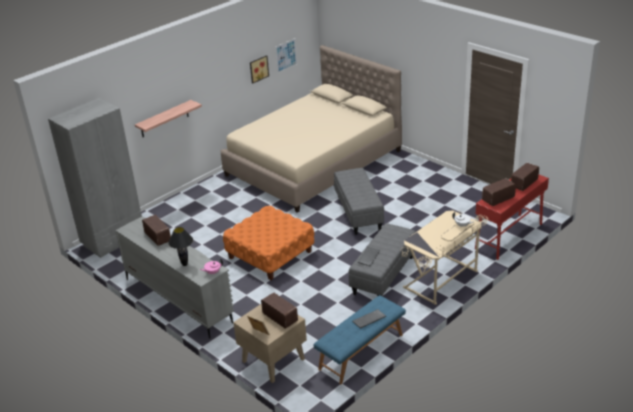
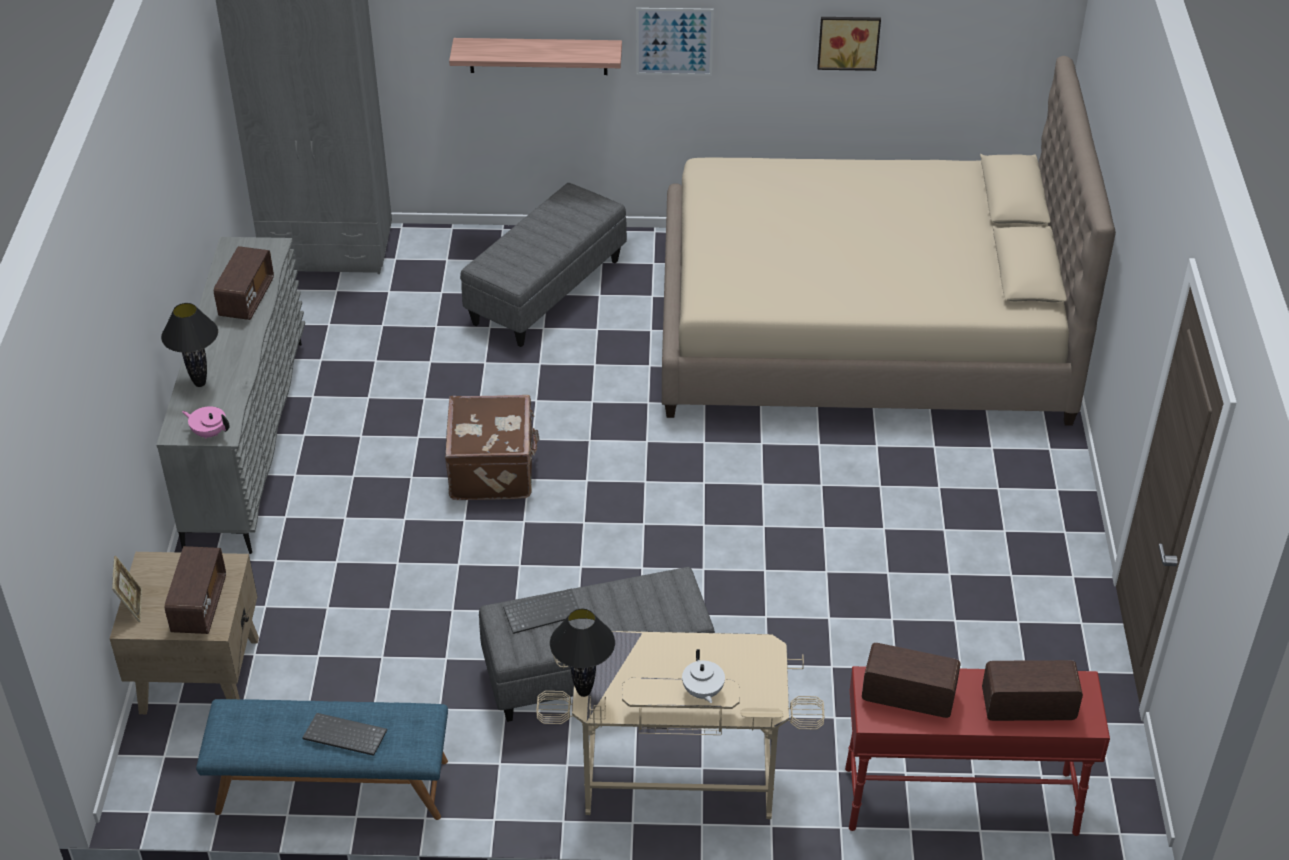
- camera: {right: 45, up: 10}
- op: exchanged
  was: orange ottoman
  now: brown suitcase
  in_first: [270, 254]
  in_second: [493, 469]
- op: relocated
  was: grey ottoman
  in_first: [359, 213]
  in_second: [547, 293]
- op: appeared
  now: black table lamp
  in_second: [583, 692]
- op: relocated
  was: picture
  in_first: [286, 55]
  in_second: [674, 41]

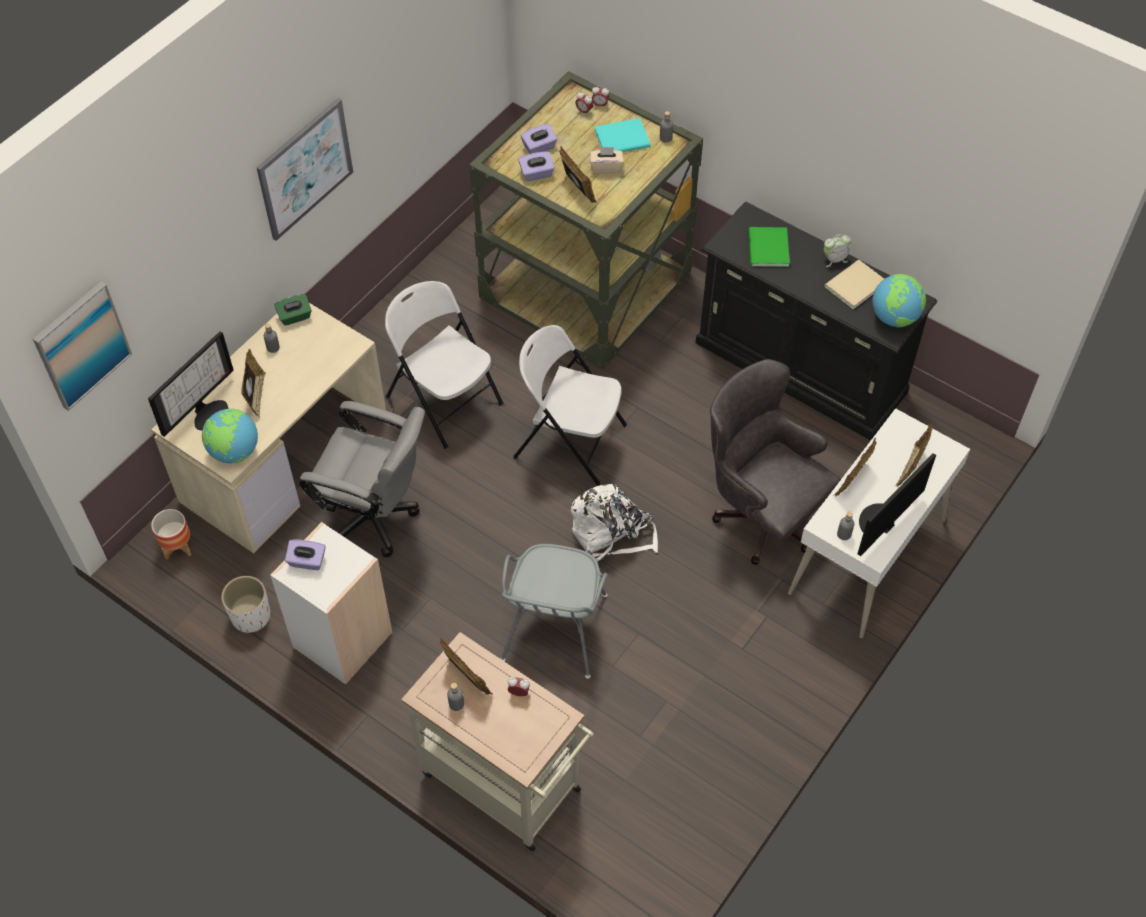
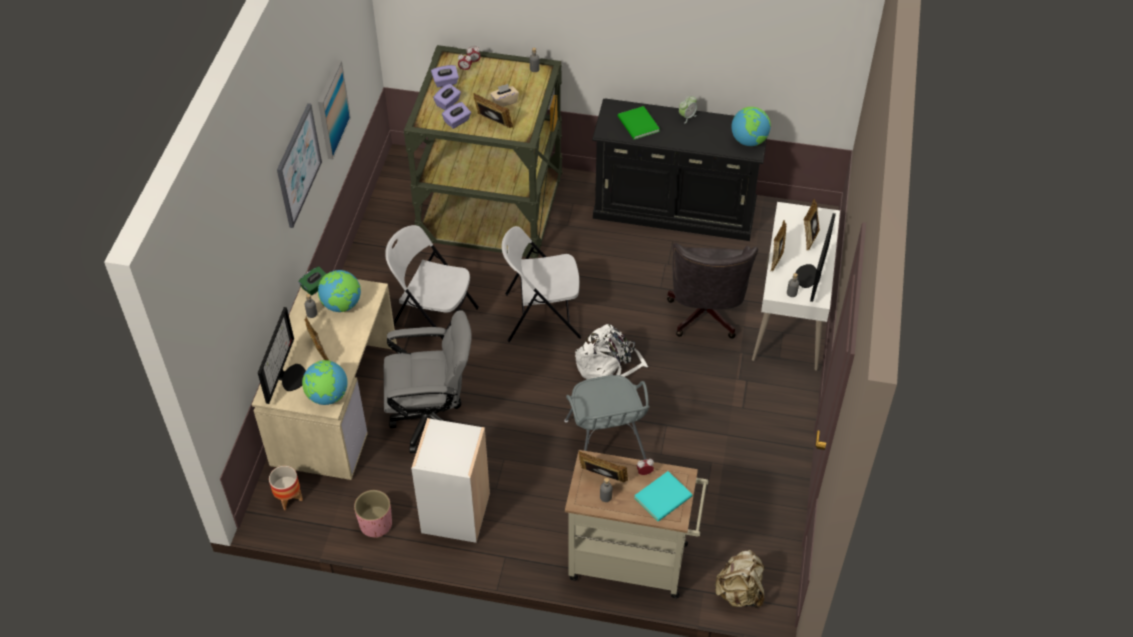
- camera: {right: -25, up: -5}
- op: relocated
  was: picture
  in_first: [81, 345]
  in_second: [332, 109]
- op: appeared
  now: globe
  in_second: [342, 305]
- op: colour
  was: white planter
  now: pink planter
  in_first: [251, 616]
  in_second: [376, 524]
- op: relocated
  was: purple tissue box
  in_first: [307, 561]
  in_second: [445, 82]
- op: relocated
  was: turquoise book
  in_first: [624, 139]
  in_second: [665, 497]
- op: spun
  was: grey office chair
  in_first: [761, 517]
  in_second: [705, 317]
  clockwise: -105
- op: appeared
  now: beige backpack
  in_second: [739, 592]
- op: missing
  was: beige book
  in_first: [853, 285]

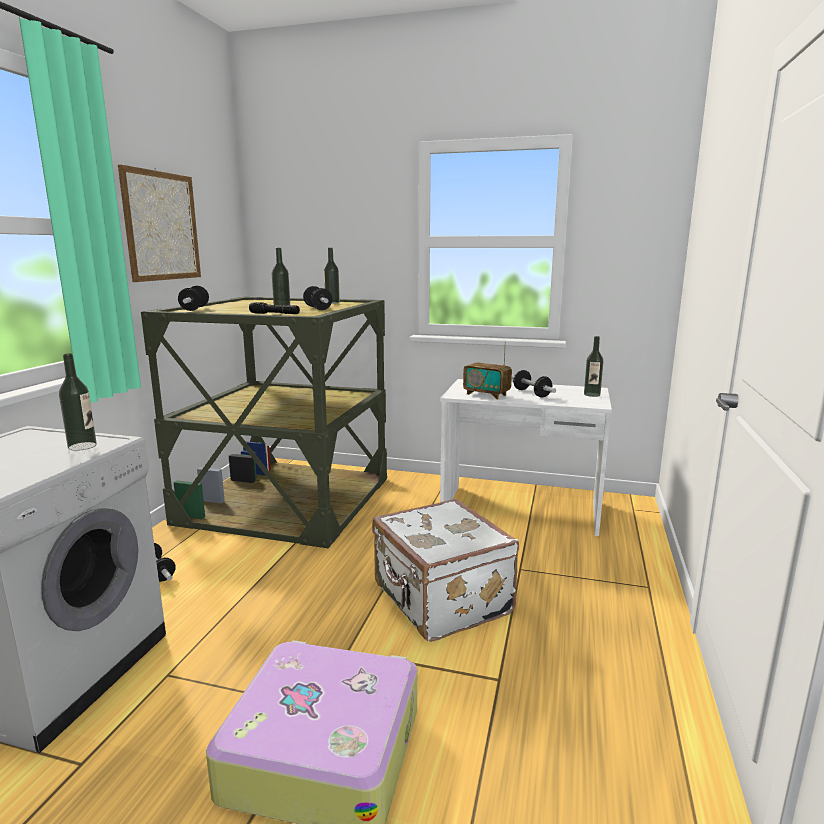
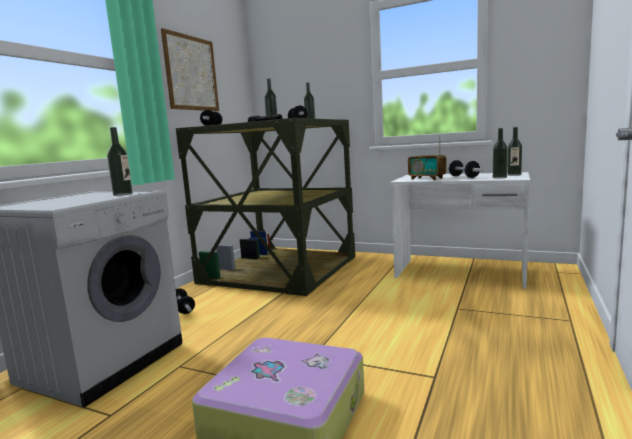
- camera: {right: 10, up: -5}
- op: appeared
  now: bottle
  in_second: [499, 177]
- op: missing
  was: white suitcase
  in_first: [440, 600]

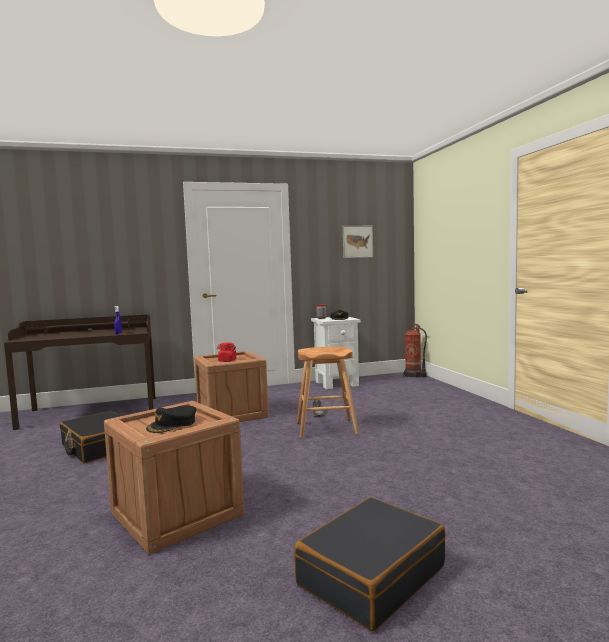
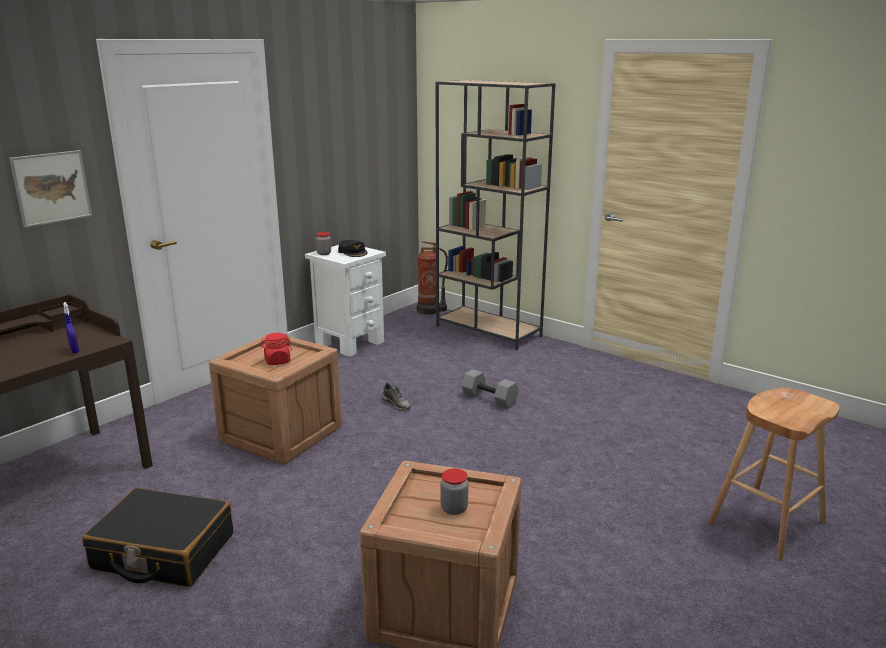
- camera: {right: -35, up: 15}
- op: relocated
  was: picture
  in_first: [357, 241]
  in_second: [51, 188]
- op: appeared
  now: bookcase
  in_second: [489, 331]
- op: exchanged
  was: black cap
  now: jar
  in_first: [172, 424]
  in_second: [454, 509]
- op: appeared
  now: grey dumbbell
  in_second: [490, 399]
- op: relocated
  was: brown stool
  in_first: [326, 429]
  in_second: [766, 523]
- op: missing
  was: black suitcase
  in_first: [371, 575]

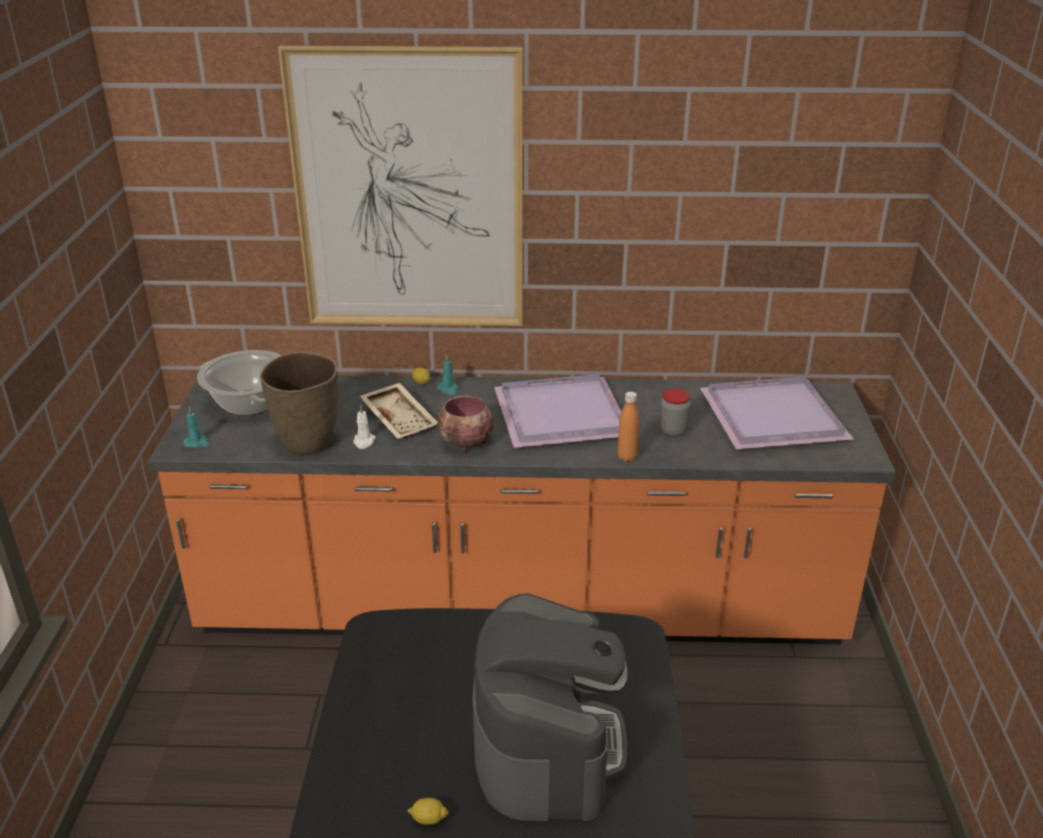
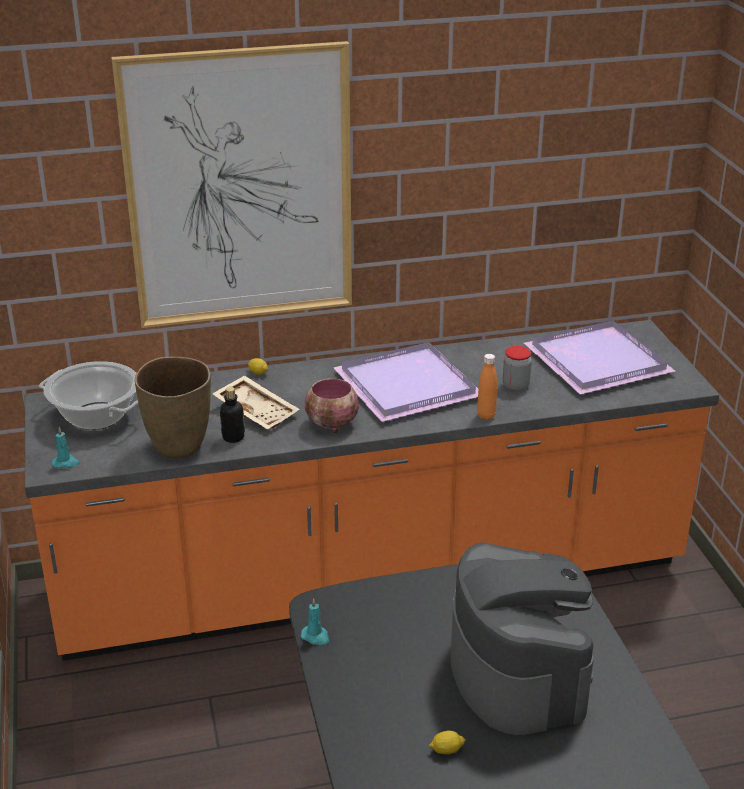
- camera: {right: -15, up: 0}
- op: exchanged
  was: white candle
  now: bottle
  in_first: [364, 442]
  in_second: [233, 437]
- op: relocated
  was: turquoise candle
  in_first: [448, 389]
  in_second: [316, 636]

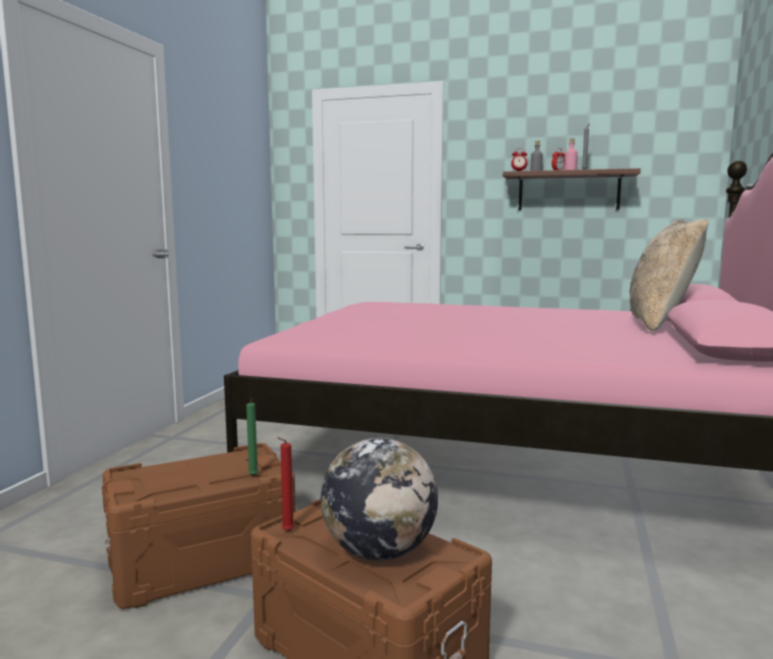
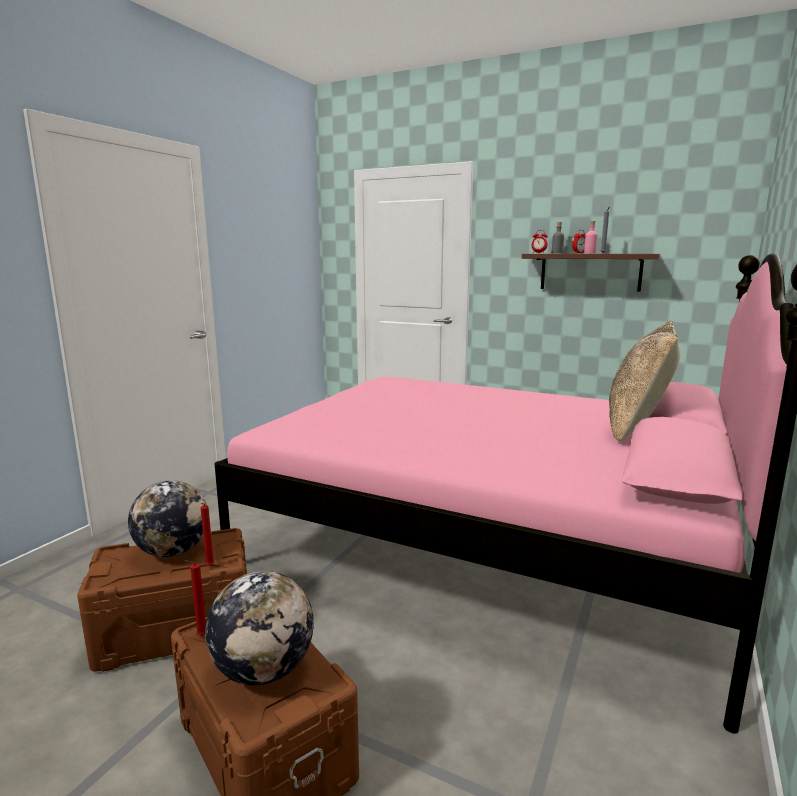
- camera: {right: 10, up: 5}
- op: appeared
  now: globe
  in_second: [173, 551]
- op: colour
  was: green candle
  now: red candle
  in_first: [253, 476]
  in_second: [209, 567]

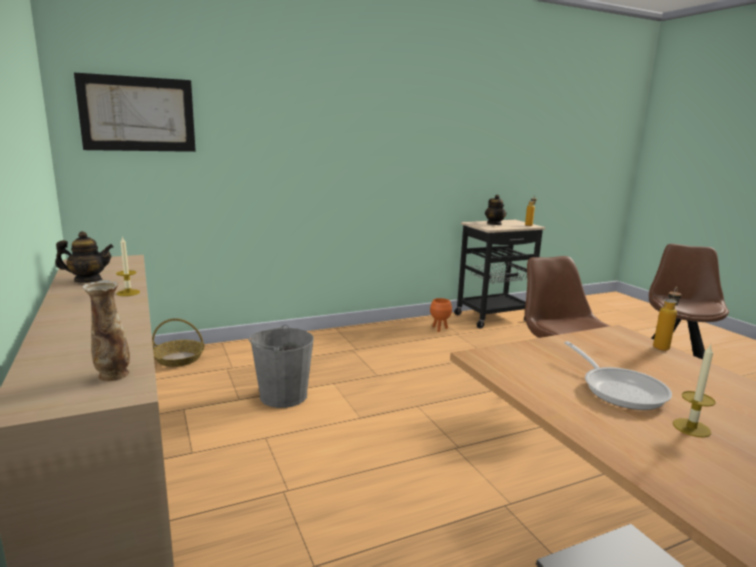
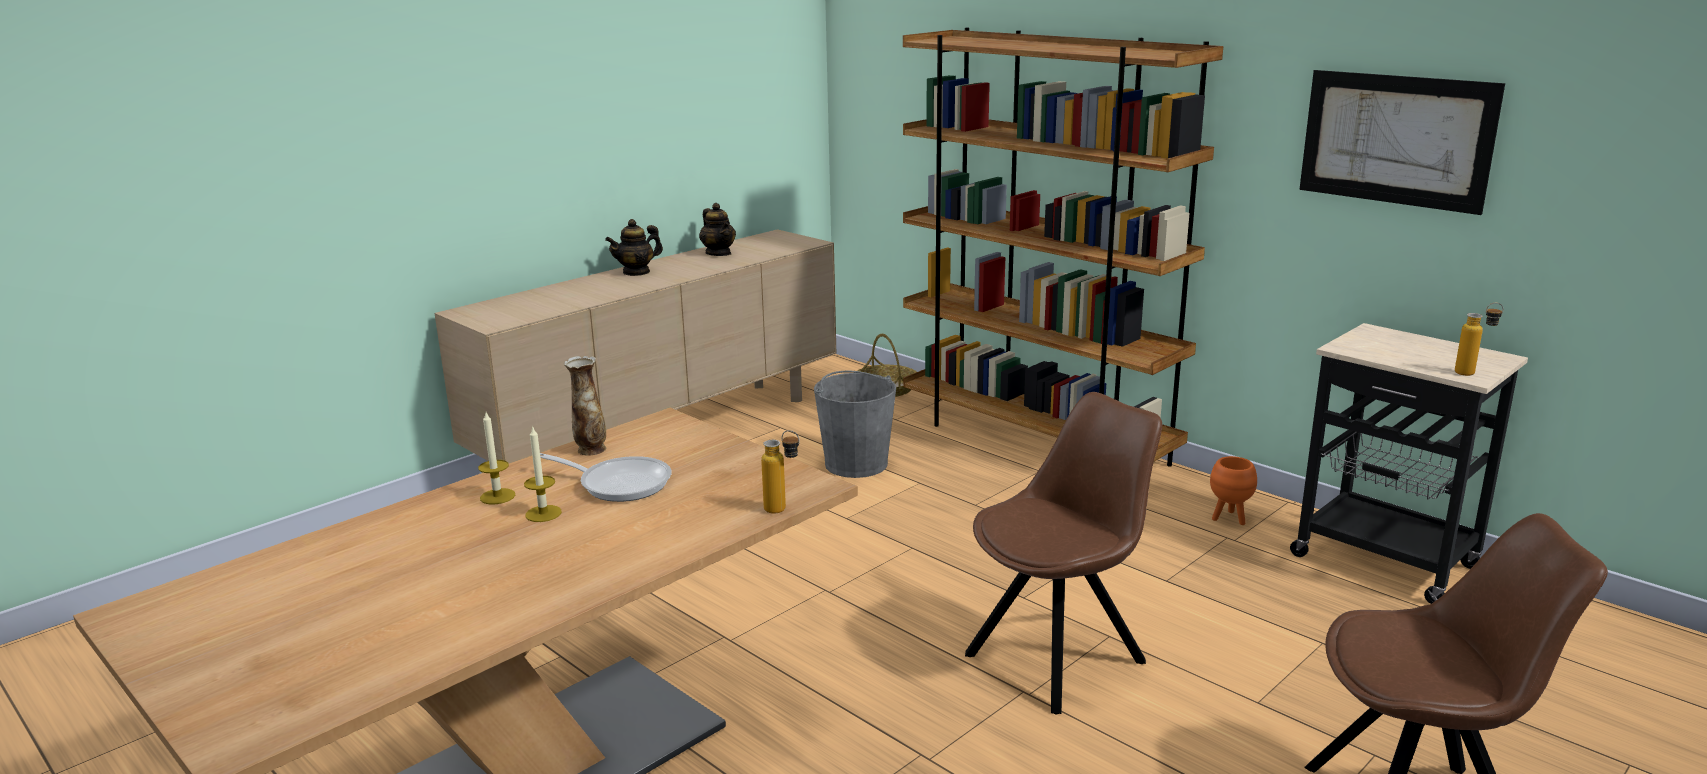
- camera: {right: 70, up: 5}
- op: relocated
  was: candle
  in_first: [128, 293]
  in_second: [497, 496]
- op: spun
  was: frying pan
  in_first: [619, 389]
  in_second: [618, 483]
  clockwise: -120
- op: relocated
  was: vase
  in_first: [113, 375]
  in_second: [590, 450]
- op: relocated
  was: teapot
  in_first: [494, 224]
  in_second: [636, 272]
- op: appeared
  now: brown bookcase
  in_second: [1036, 440]
- op: relocated
  was: picture
  in_first: [138, 114]
  in_second: [1396, 139]

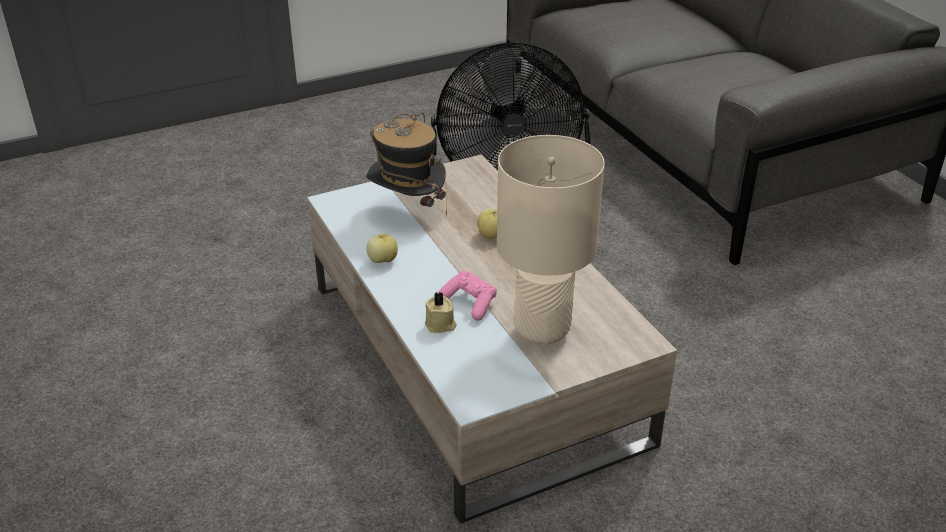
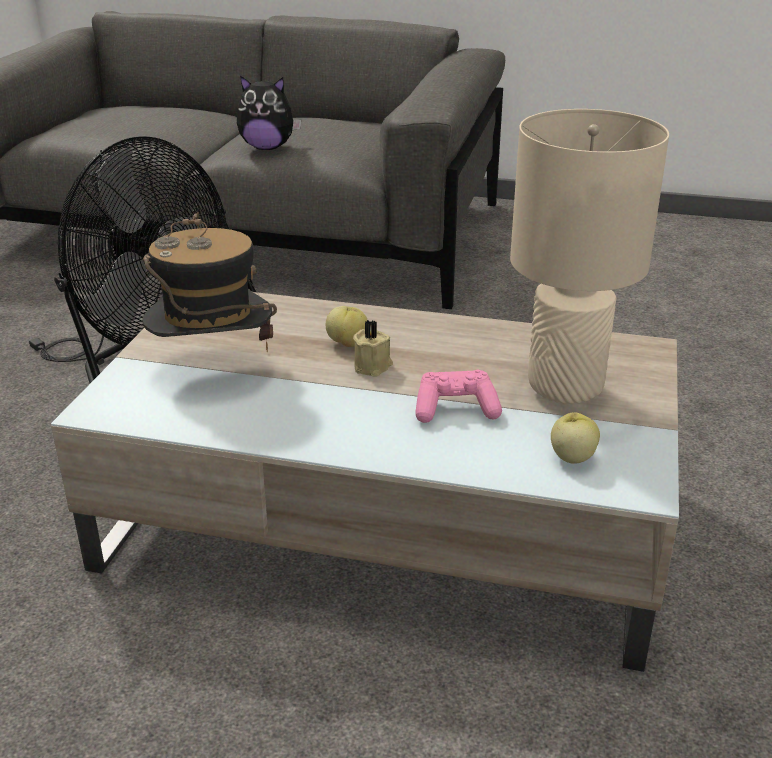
- camera: {right: -50, up: -5}
- op: appeared
  now: plush toy
  in_second: [267, 148]
- op: relocated
  was: beige candle
  in_first: [440, 325]
  in_second: [373, 366]
- op: relocated
  was: apple
  in_first: [382, 260]
  in_second: [572, 457]

